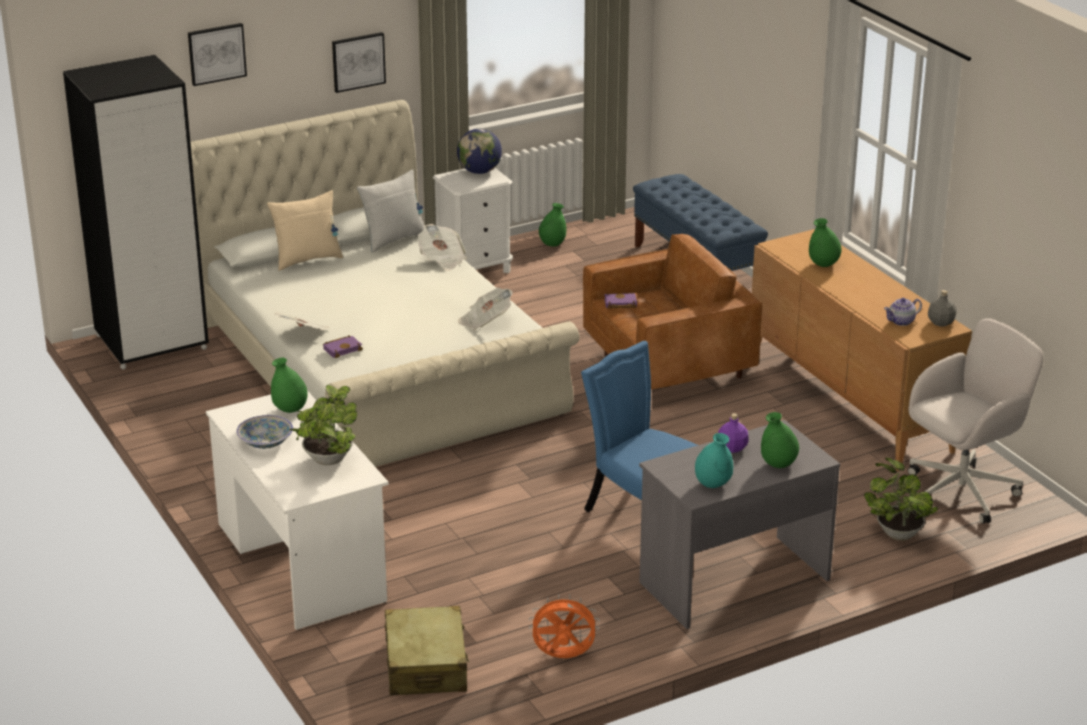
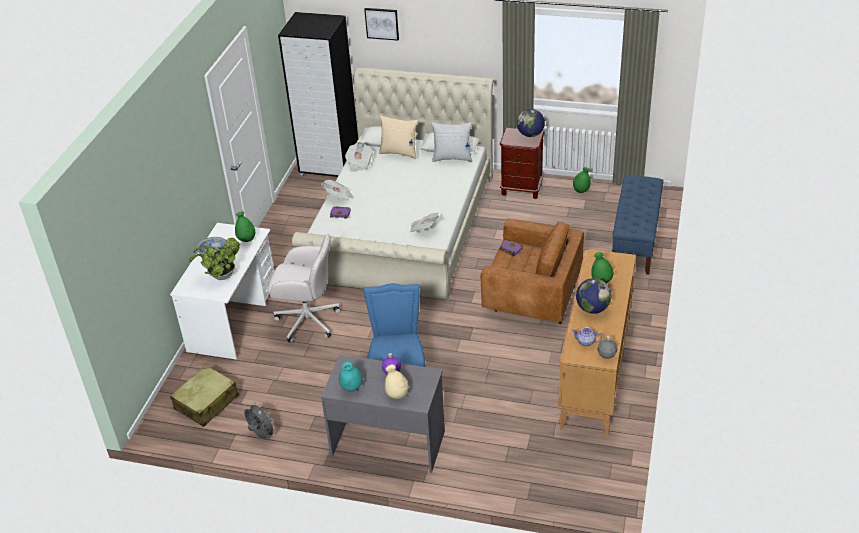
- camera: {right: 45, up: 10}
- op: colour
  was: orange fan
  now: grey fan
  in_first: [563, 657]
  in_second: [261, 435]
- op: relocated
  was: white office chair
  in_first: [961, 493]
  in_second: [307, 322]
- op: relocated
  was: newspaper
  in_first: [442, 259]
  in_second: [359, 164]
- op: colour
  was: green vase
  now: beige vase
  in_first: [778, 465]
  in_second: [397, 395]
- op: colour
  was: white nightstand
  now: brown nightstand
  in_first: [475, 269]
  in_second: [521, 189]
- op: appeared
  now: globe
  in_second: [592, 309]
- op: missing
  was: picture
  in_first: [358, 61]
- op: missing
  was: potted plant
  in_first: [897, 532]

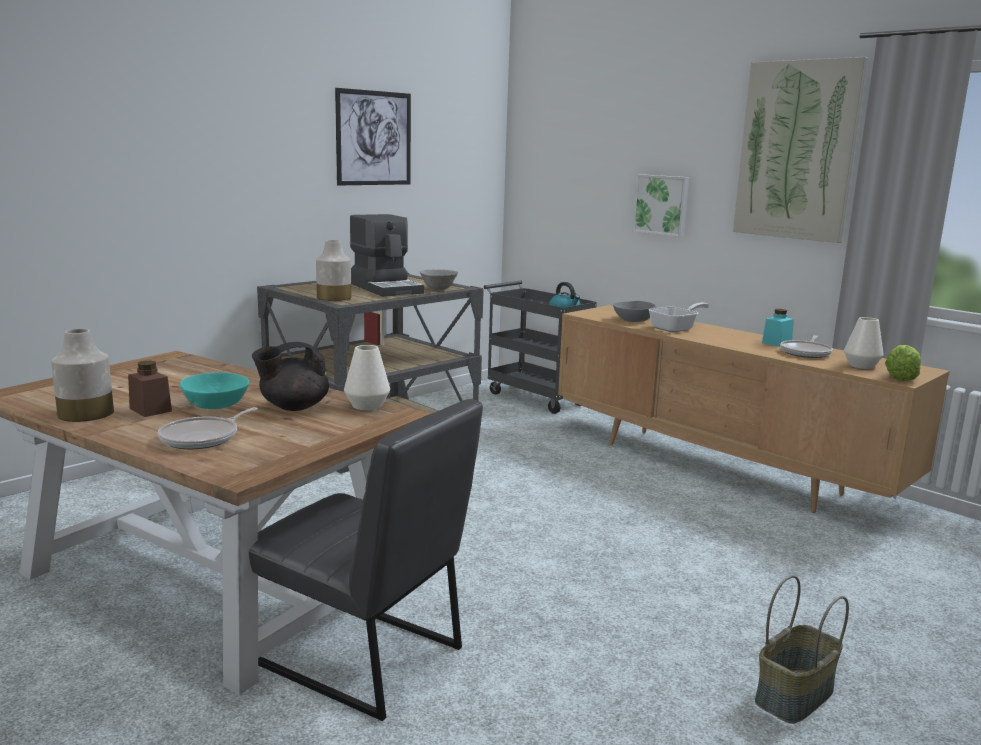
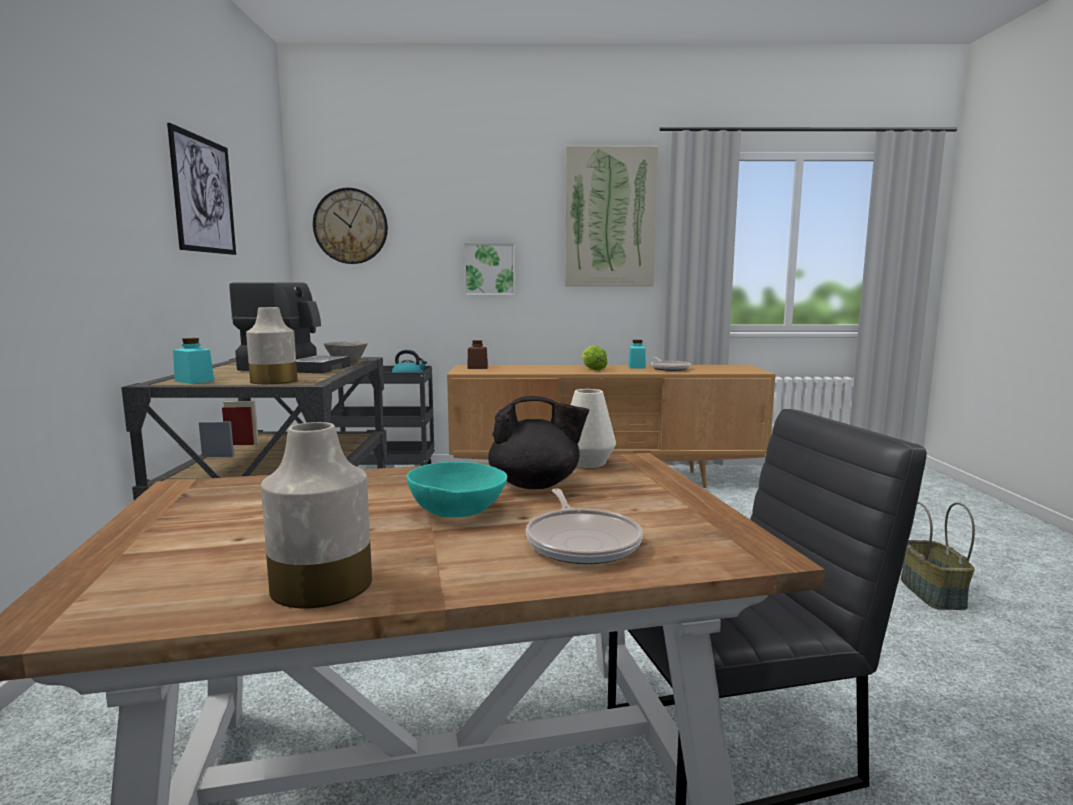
- camera: {right: -45, up: -5}
- op: appeared
  now: turquoise jar
  in_second: [194, 381]
- op: appeared
  now: wall clock
  in_second: [350, 226]
- op: relocated
  was: brown jar
  in_first: [150, 410]
  in_second: [477, 368]
- op: spun
  was: black teapot
  in_first: [293, 407]
  in_second: [536, 485]
  clockwise: -105
- op: relocated
  was: lettuce
  in_first: [900, 377]
  in_second: [592, 369]
- op: missing
  was: grey bowl
  in_first: [633, 320]
- op: missing
  was: frying pan
  in_first: [676, 329]
- op: missing
  was: white vase
  in_first: [861, 366]

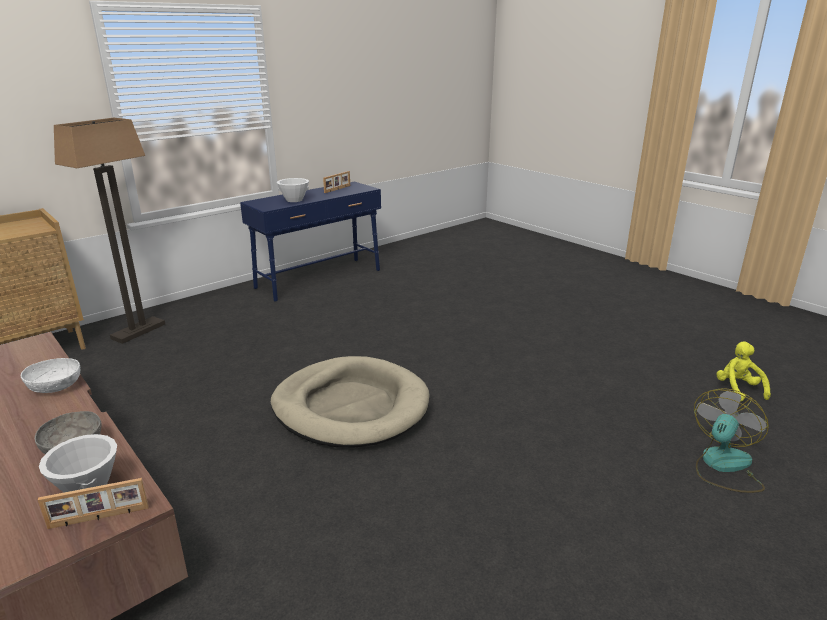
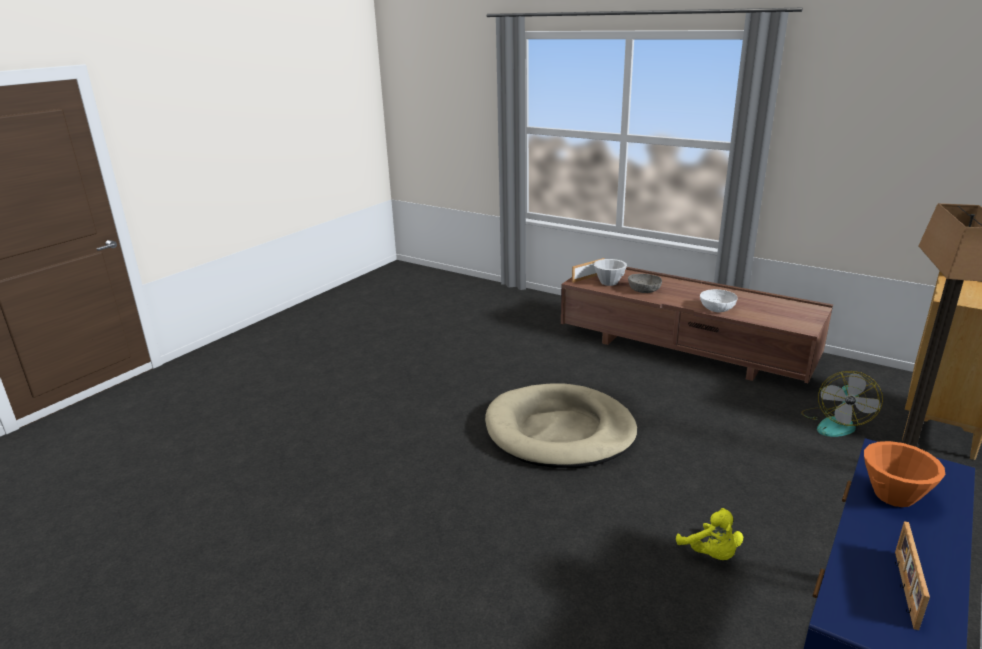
- camera: {right: 165, up: 0}
- op: relocated
  was: yellow plush toy
  in_first: [738, 389]
  in_second: [711, 554]
- op: relocated
  was: fan
  in_first: [723, 466]
  in_second: [835, 423]
- op: colour
  was: white bowl
  now: orange bowl
  in_first: [294, 200]
  in_second: [893, 495]

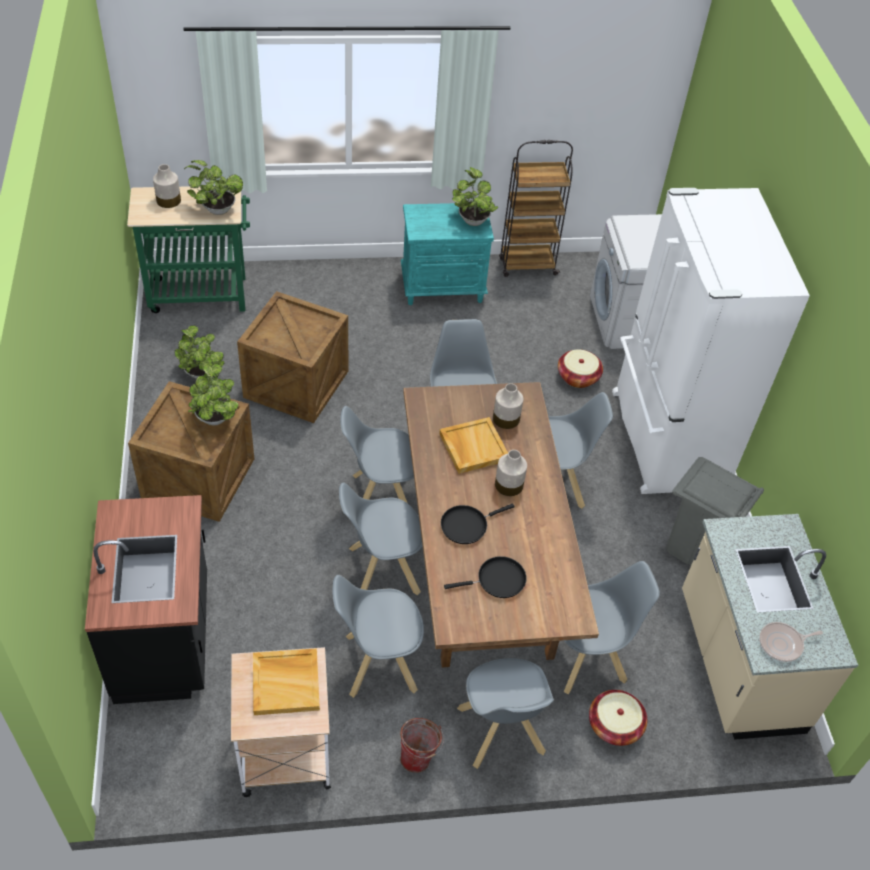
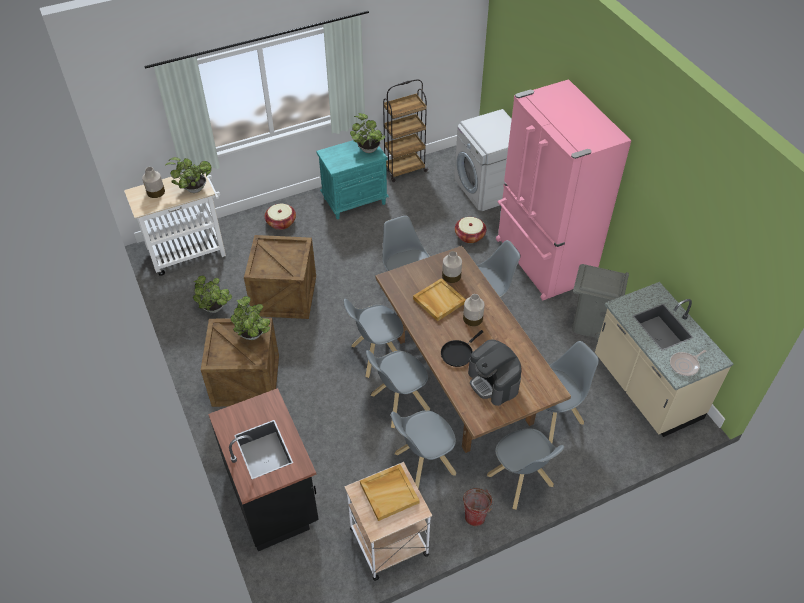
- camera: {right: -15, up: 0}
- op: colour
  was: green cart
  now: white cart
  in_first: [200, 295]
  in_second: [188, 253]
- op: relocated
  was: basket
  in_first: [614, 725]
  in_second: [281, 222]
- op: exchanged
  was: black frying pan
  now: coffee machine
  in_first: [497, 580]
  in_second: [493, 382]
- op: colour
  was: white fridge
  now: pink fridge
  in_first: [664, 440]
  in_second: [541, 261]

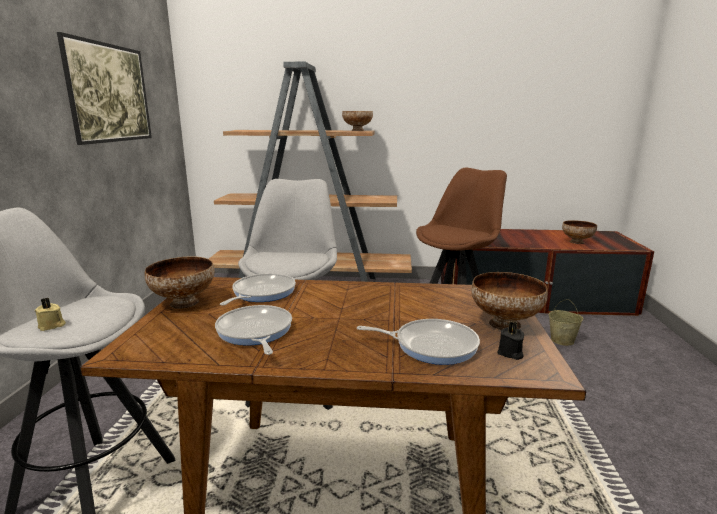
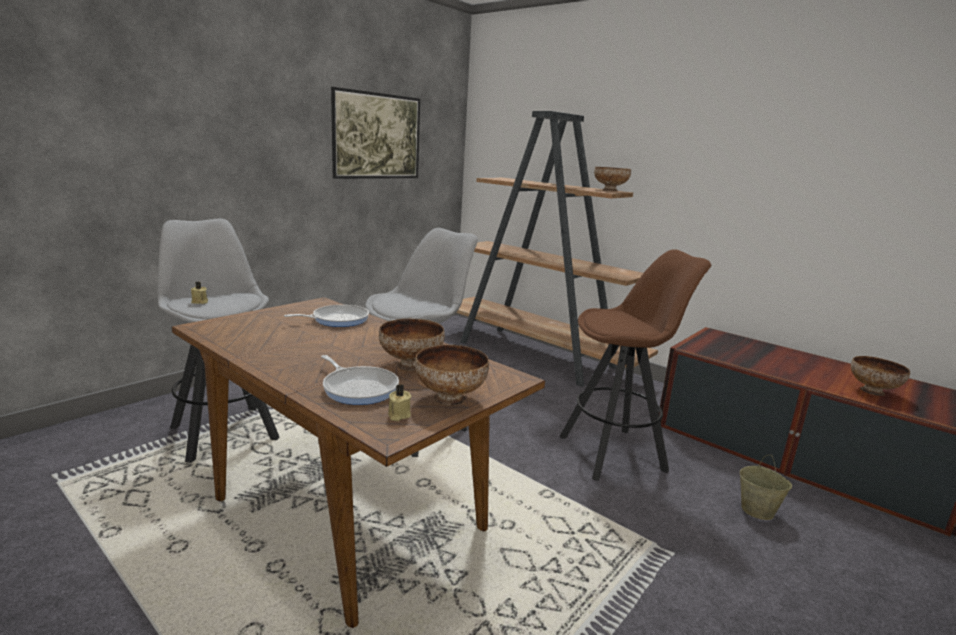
- camera: {right: 35, up: 0}
- op: relocated
  was: bowl
  in_first: [184, 302]
  in_second: [411, 365]
- op: colour
  was: black candle
  now: beige candle
  in_first: [510, 353]
  in_second: [398, 415]
- op: missing
  was: frying pan
  in_first: [255, 332]

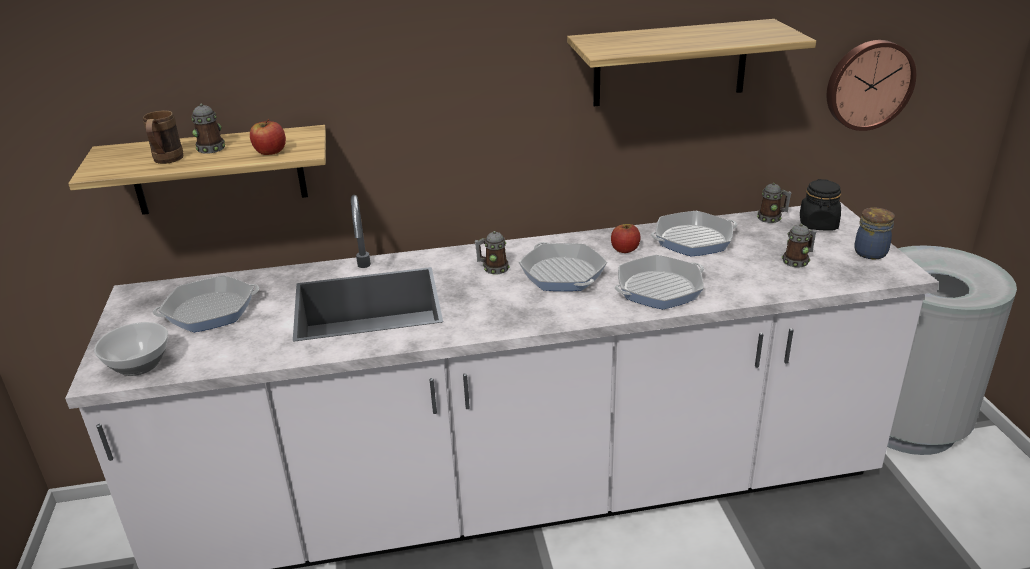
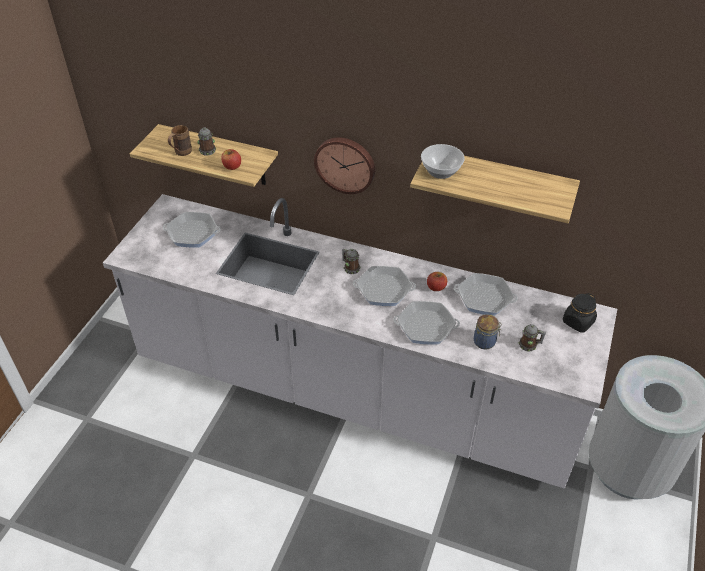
- camera: {right: 30, up: 15}
- op: relocated
  was: wall clock
  in_first: [868, 84]
  in_second: [345, 164]
- op: spun
  was: frying pan
  in_first: [562, 274]
  in_second: [384, 290]
  clockwise: 90
- op: relocated
  was: bowl
  in_first: [137, 365]
  in_second: [440, 171]
- op: relocated
  was: jar
  in_first: [871, 252]
  in_second: [485, 342]
- op: missing
  was: mug
  in_first: [772, 218]

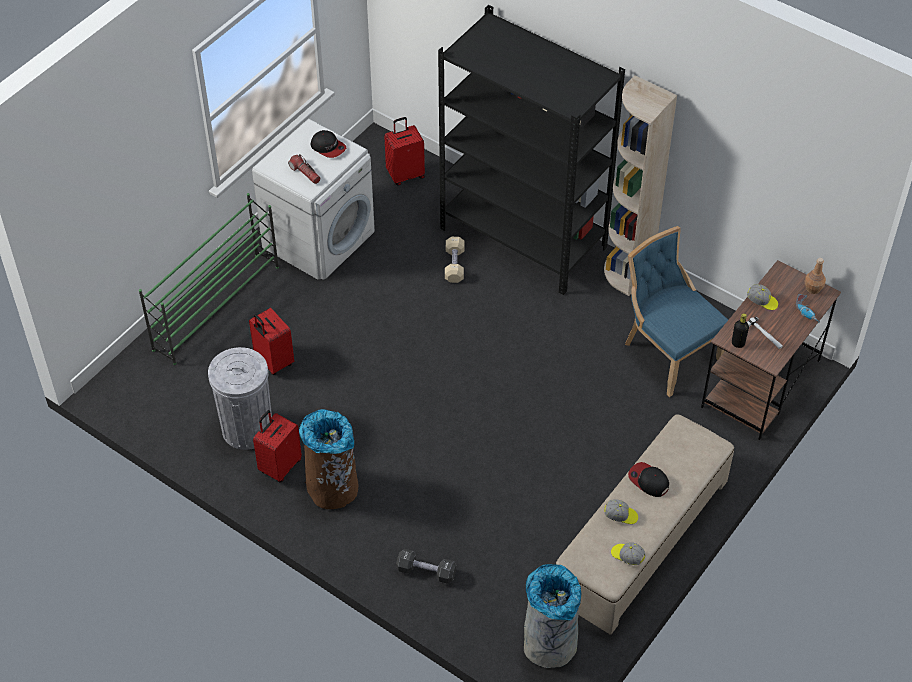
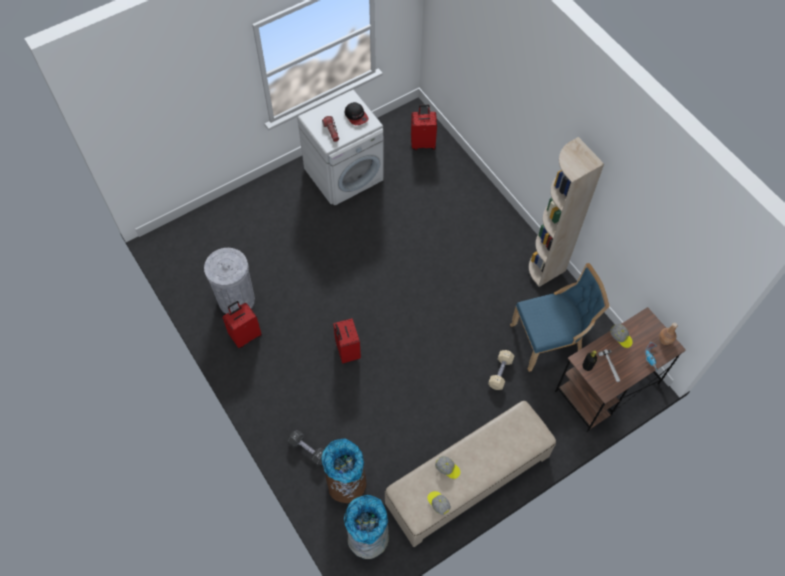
- camera: {right: 20, up: 10}
- op: relocated
  was: brown trash can
  in_first: [332, 488]
  in_second: [346, 483]
- op: relocated
  was: red suitcase
  in_first: [273, 361]
  in_second: [347, 351]
- op: relocated
  was: beige dumbbell
  in_first: [454, 265]
  in_second: [500, 372]
- op: spun
  was: blue chair
  in_first: [668, 352]
  in_second: [549, 339]
  clockwise: 90
- op: missing
  was: green shoe rack
  in_first: [217, 307]
- op: missing
  was: black bookcase
  in_first: [523, 238]
- op: missing
  was: cap
  in_first: [648, 481]

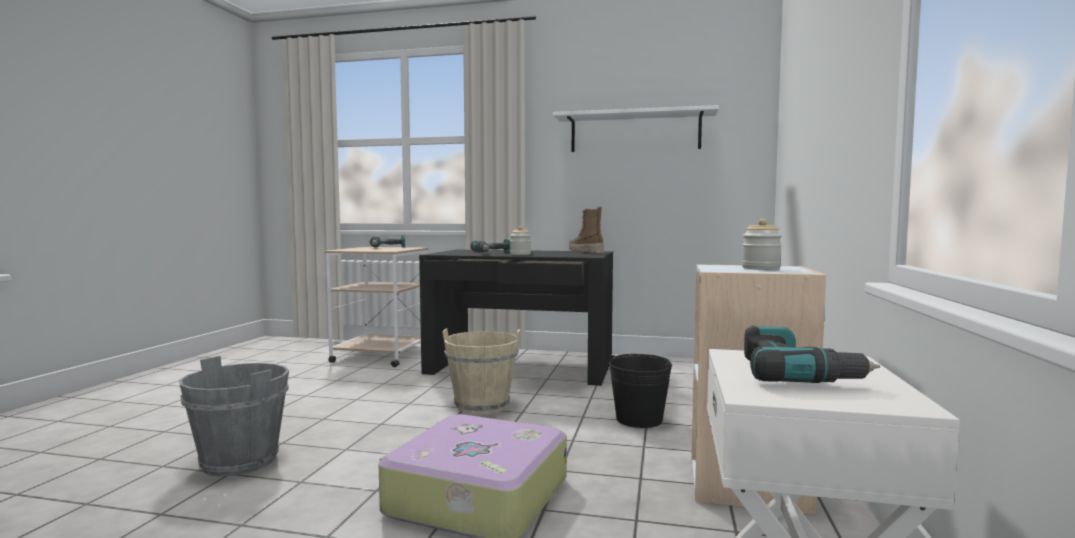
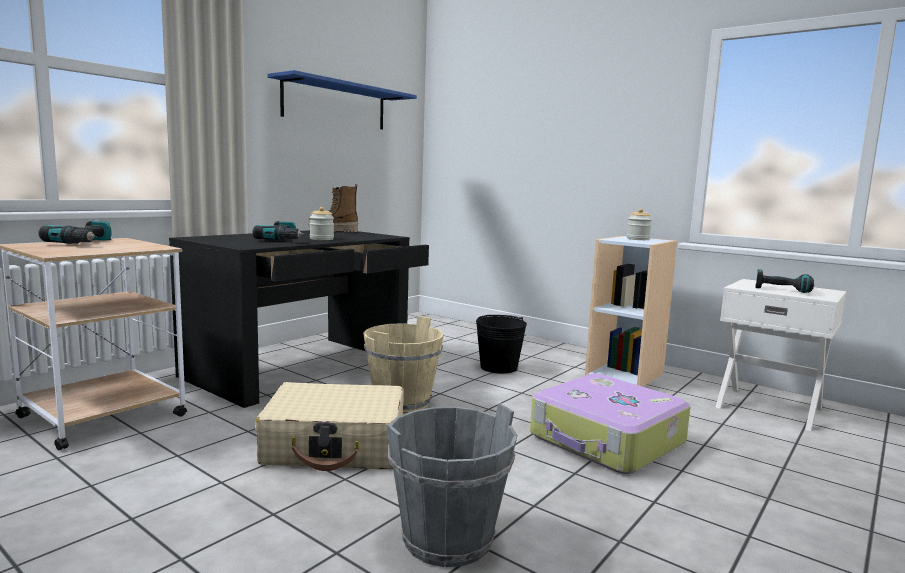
- camera: {right: -65, up: 5}
- op: appeared
  now: beige suitcase
  in_second: [336, 445]
- op: colour
  was: white shelf
  now: blue shelf
  in_first: [635, 132]
  in_second: [335, 105]

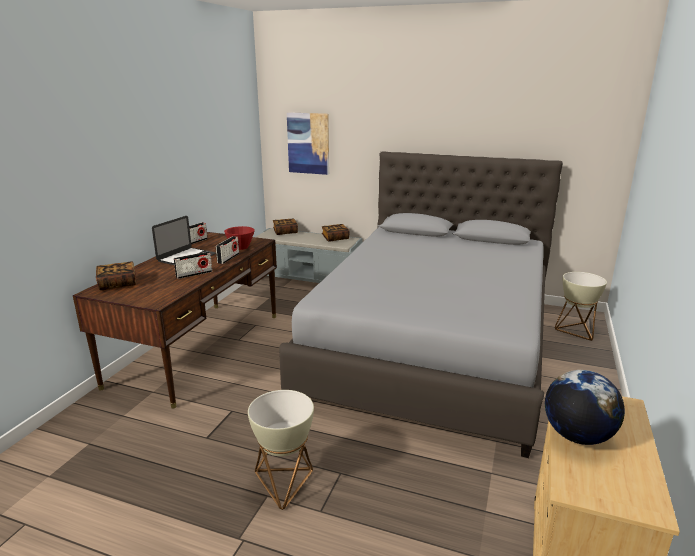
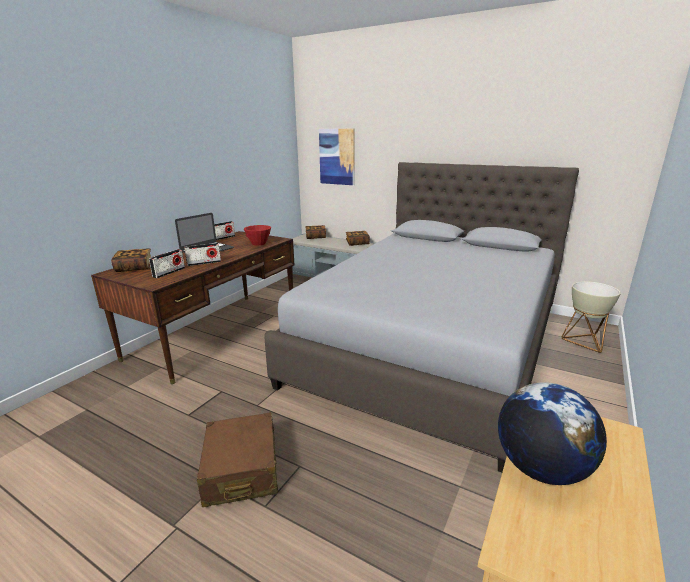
- camera: {right: 10, up: 0}
- op: relocated
  was: radio
  in_first: [228, 258]
  in_second: [169, 272]
- op: exchanged
  was: planter
  now: brown suitcase
  in_first: [285, 483]
  in_second: [241, 470]

